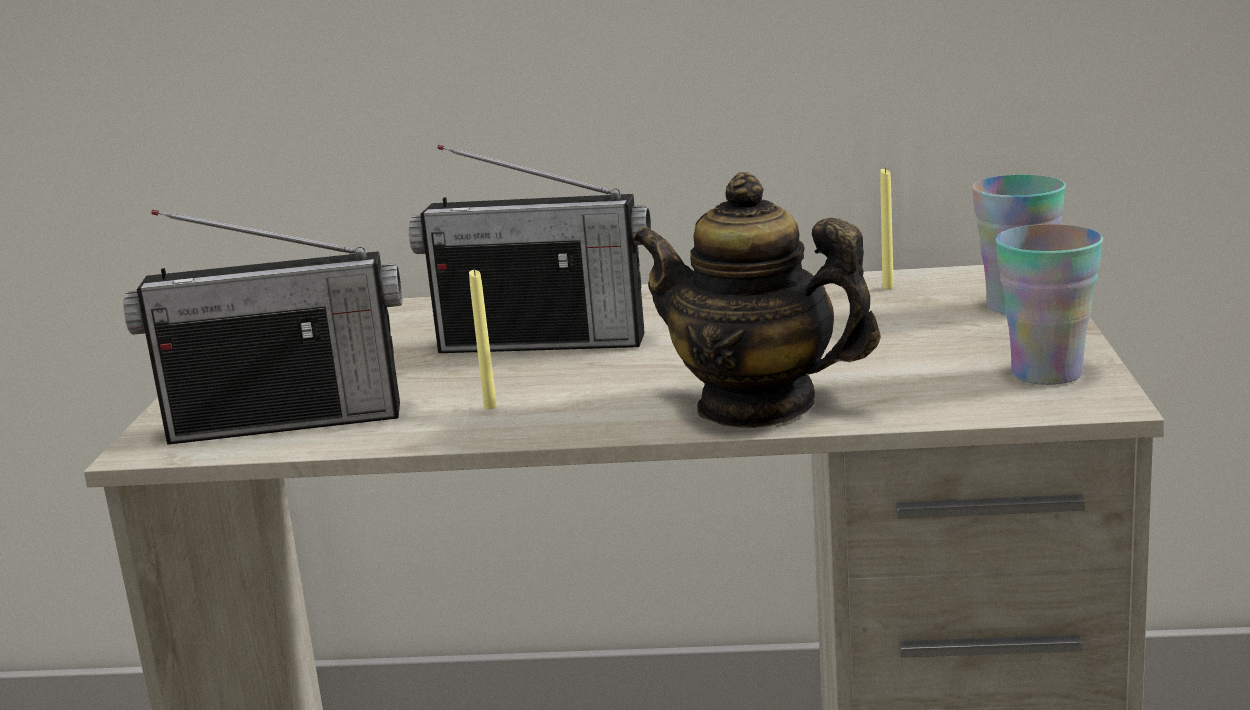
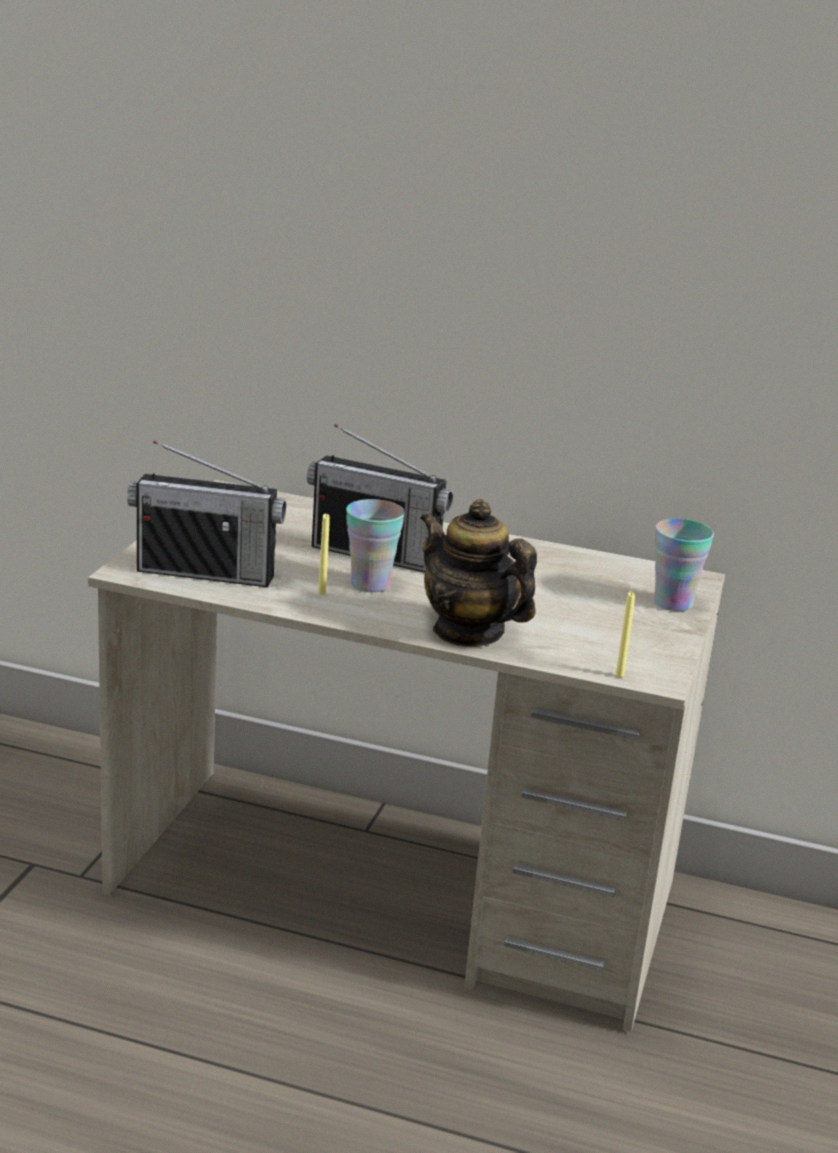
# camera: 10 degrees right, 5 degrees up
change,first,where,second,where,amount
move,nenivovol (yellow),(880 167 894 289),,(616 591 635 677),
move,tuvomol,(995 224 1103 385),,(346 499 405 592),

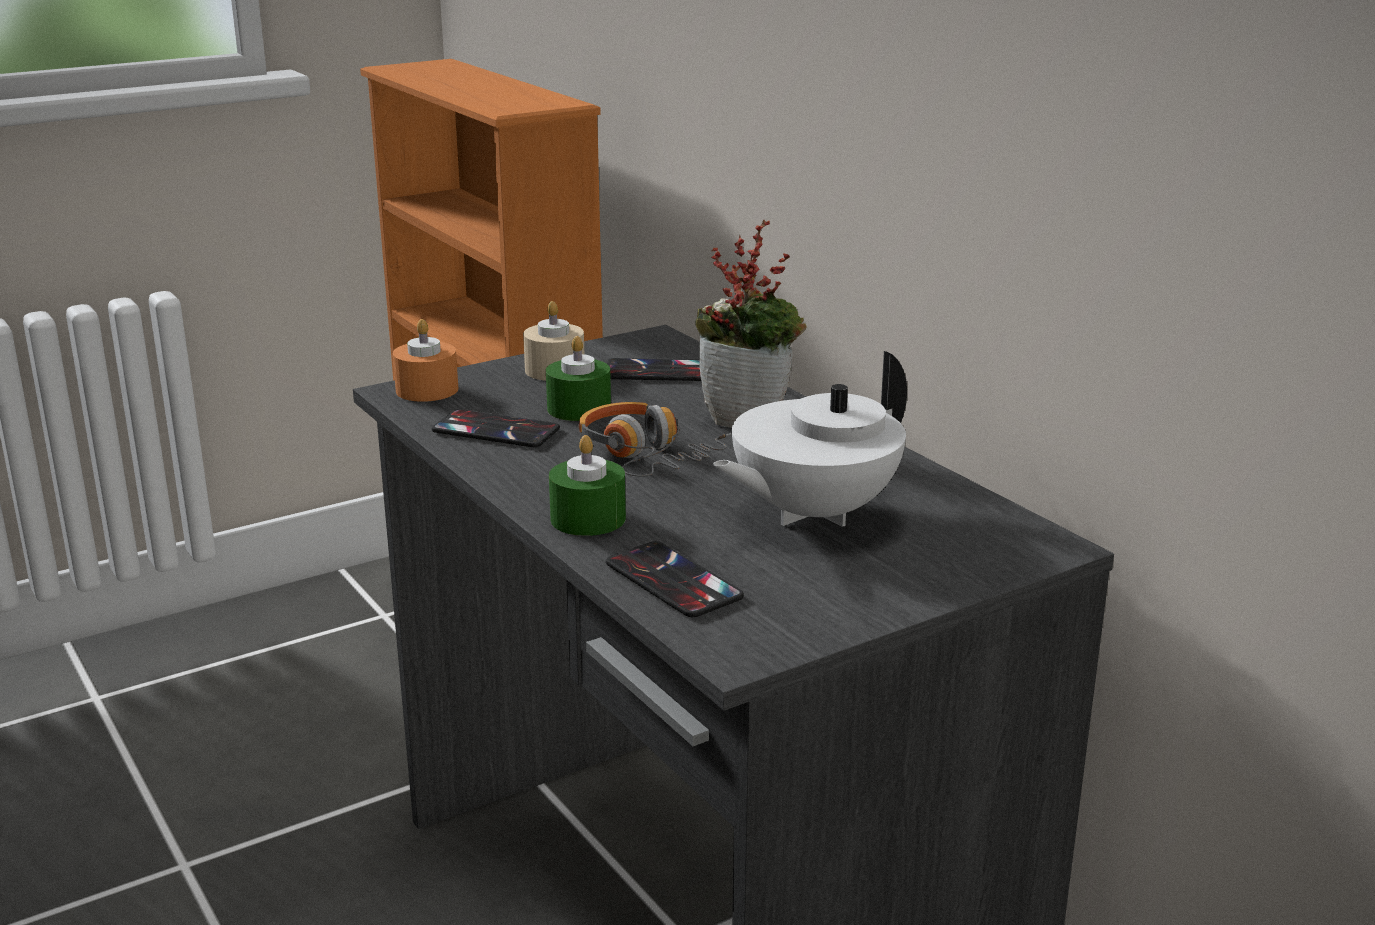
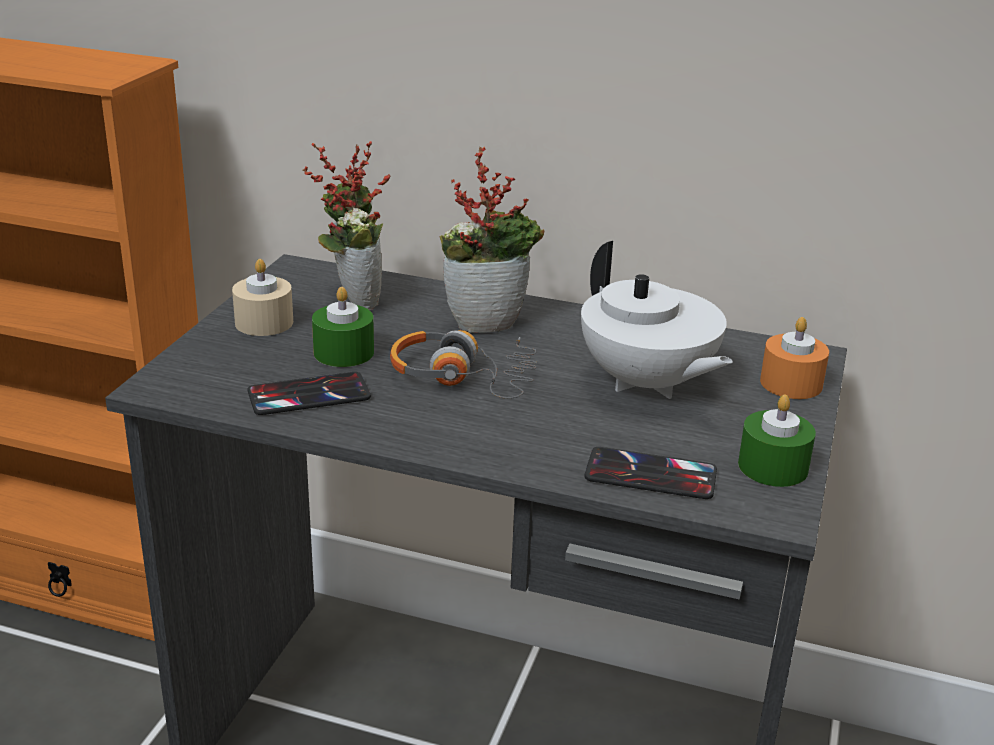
# camera: 40 degrees left, 5 degrees up
change,first,where,second,where,amount
move,nenivovol (orange),(393 319 458 402),,(760 317 829 399),
move,nenivovol (green),(549 435 626 536),,(738 394 816 487),
replace,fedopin,(607 358 701 381),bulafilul,(303 141 391 310),
rotate,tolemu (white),(713 351 907 527),,(581 241 733 399),45 degrees counterclockwise

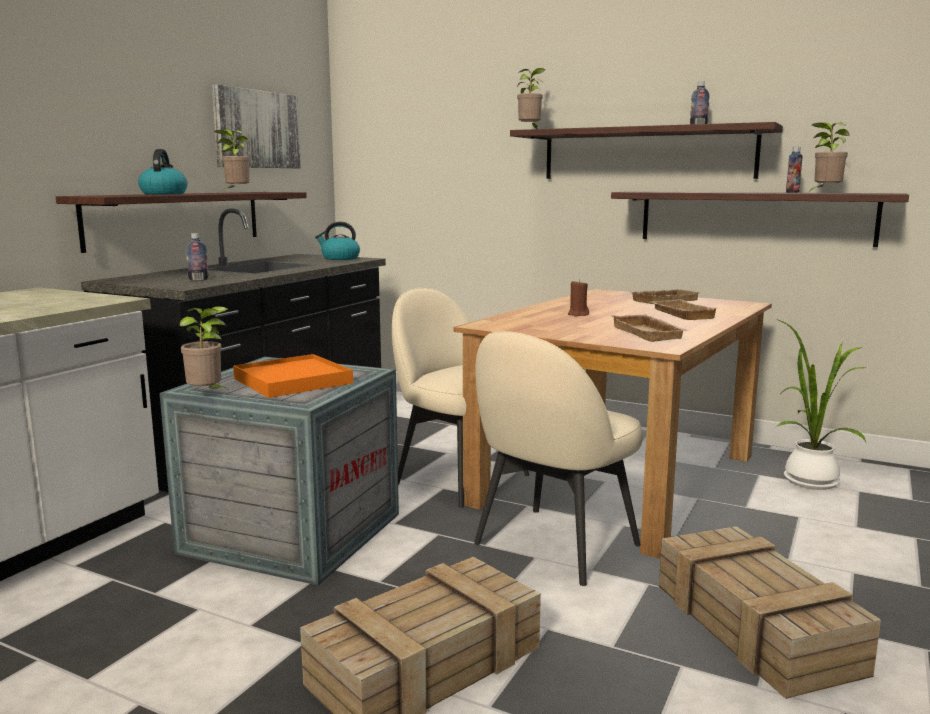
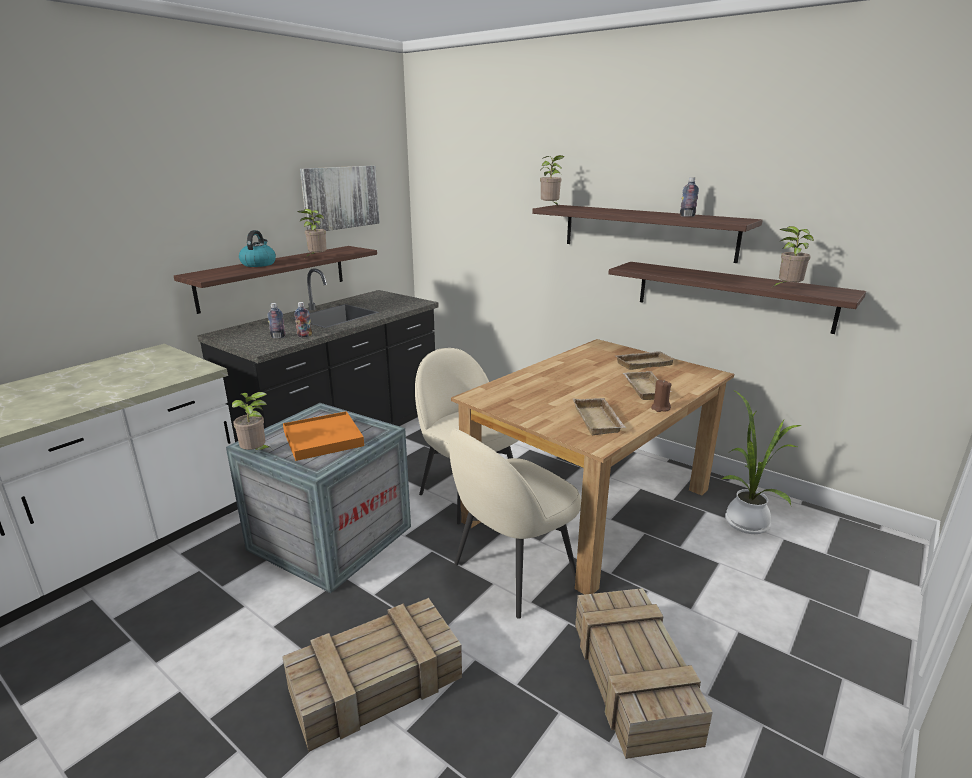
# camera: 10 degrees right, 10 degrees up
change,first,where,second,where,amount
delete,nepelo,(315 222 360 260),,,
move,nenivovol (brown),(568 279 589 316),,(651 380 671 412),
move,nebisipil,(786 147 803 193),,(294 302 312 337),

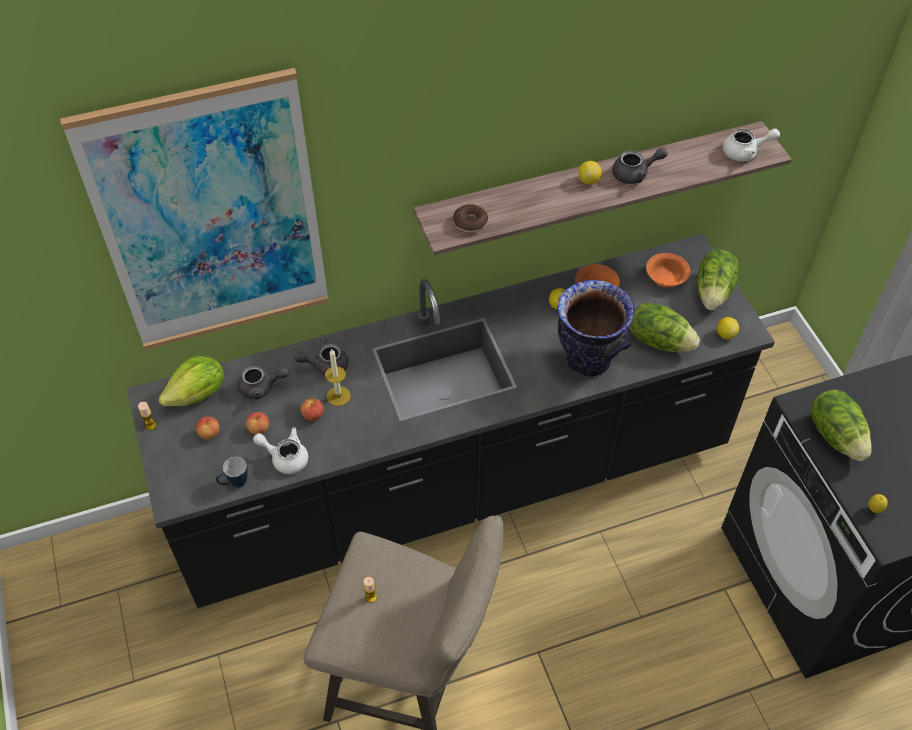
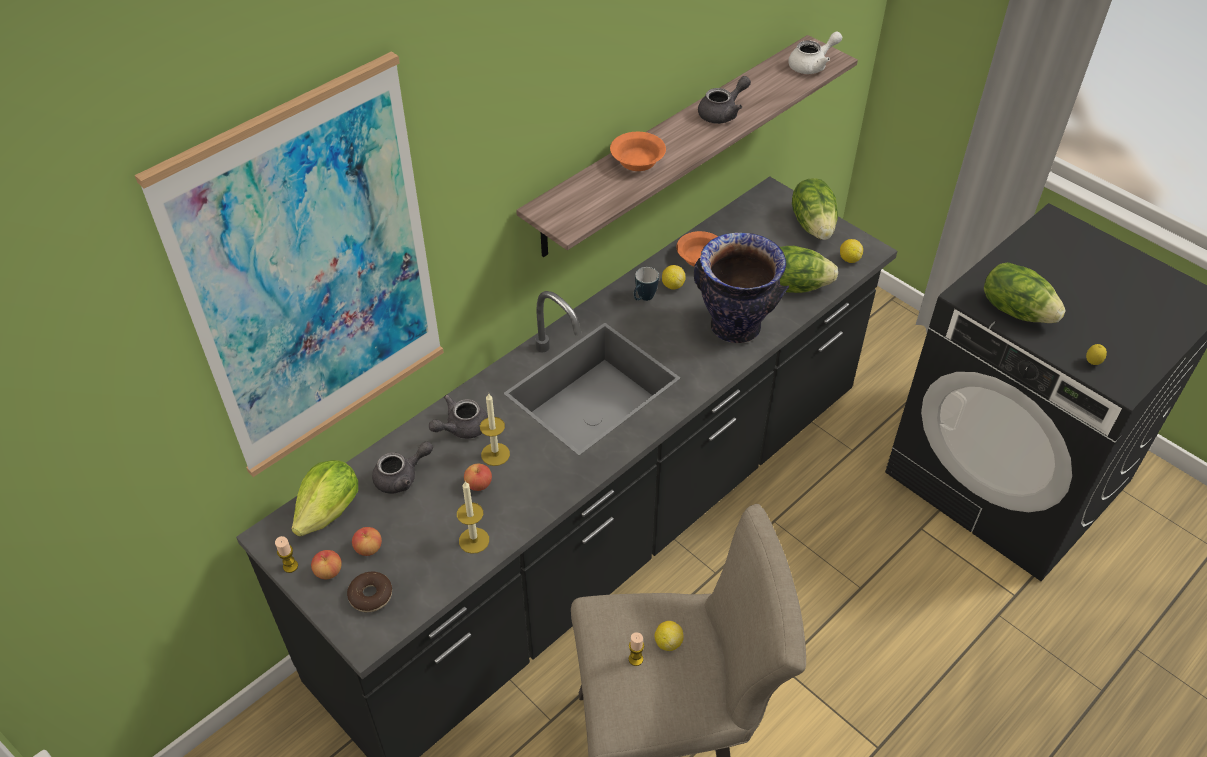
# camera: 25 degrees left, 5 degrees down
change,first,where,second,where,amount
move,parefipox,(216 457 248 487),,(634 267 659 301),
move,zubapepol,(246 412 269 434),,(311 550 342 579),
move,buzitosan,(453 204 488 233),,(347 572 392 612),
move,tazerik,(578 161 602 185),,(654 621 684 651),
move,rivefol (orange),(646 253 690 287),,(610 132 666 171),
replace,tolemu (white),(253 427 308 474),nenivovol,(457 481 489 554),

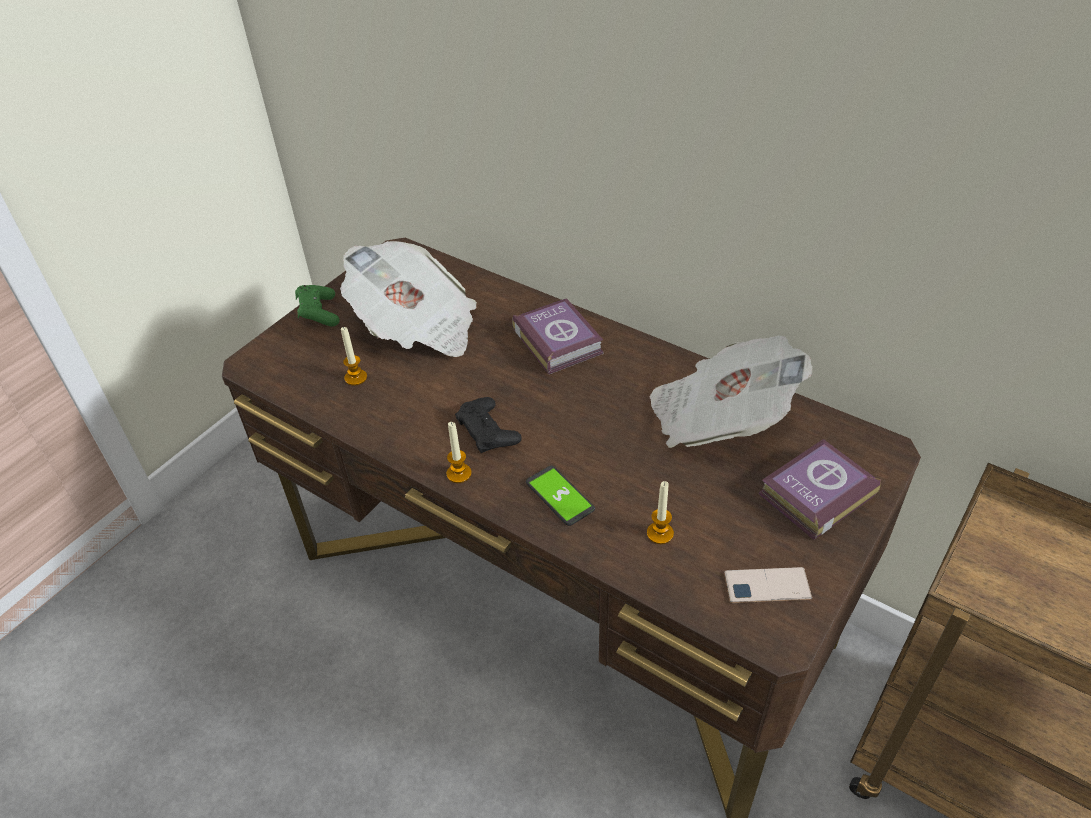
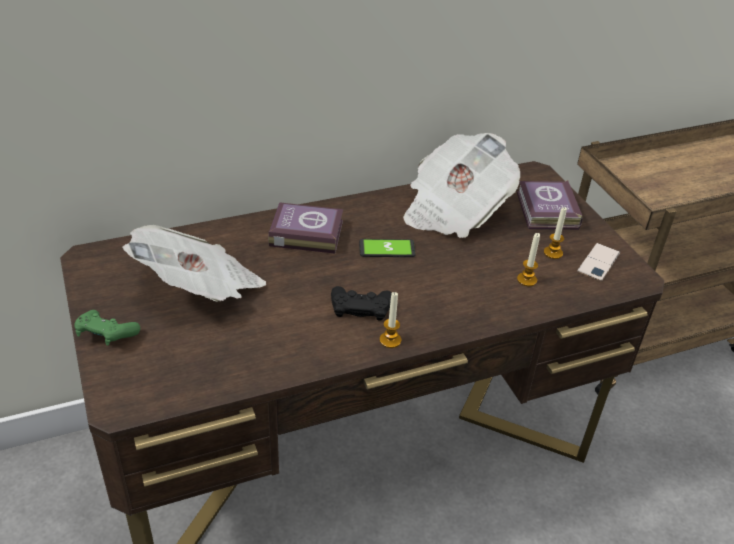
# camera: 60 degrees left, 5 degrees down
change,first,where,second,where,amount
move,nenivovol,(341 327 367 386),,(544 207 567 259),
move,fedopin,(526 466 595 526),,(359 239 416 257),

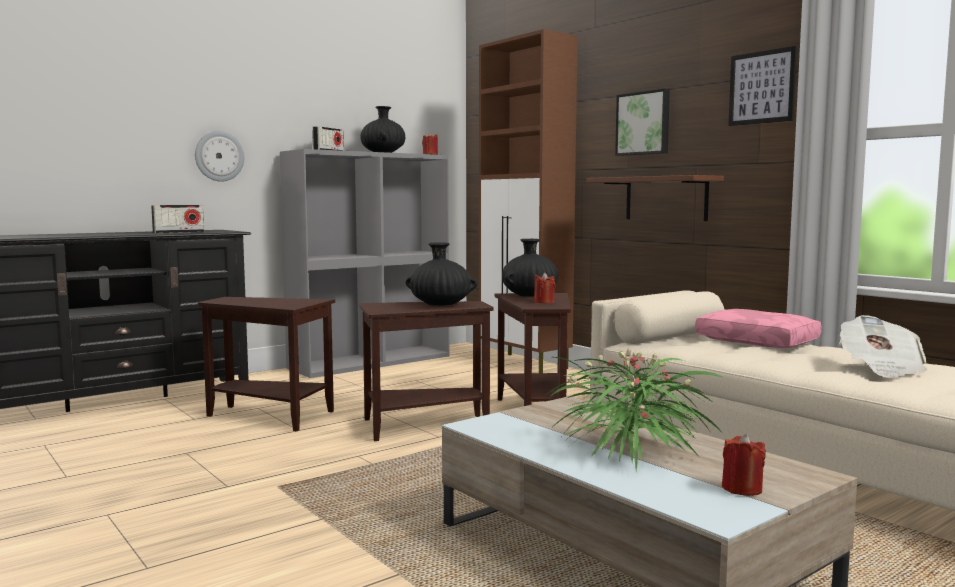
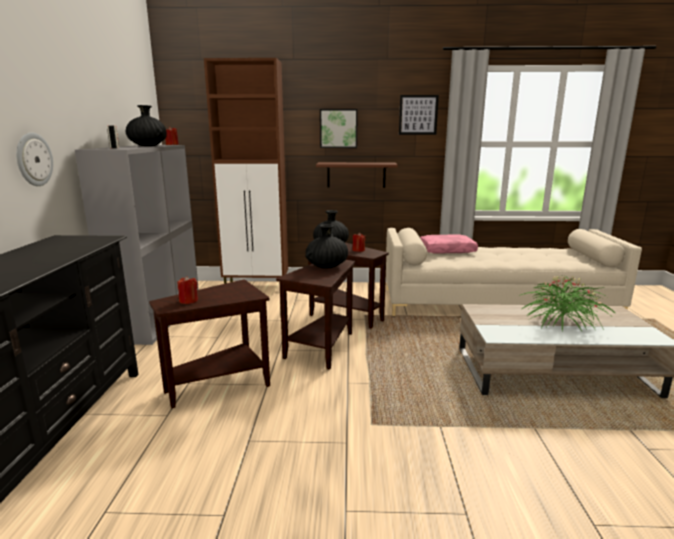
# camera: 50 degrees left, 10 degrees up
change,first,where,second,where,amount
delete,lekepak,(151 205 204 234),,,
delete,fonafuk,(839 315 927 378),,,
move,nenivovol (red),(722 434 766 496),,(177 276 198 304),

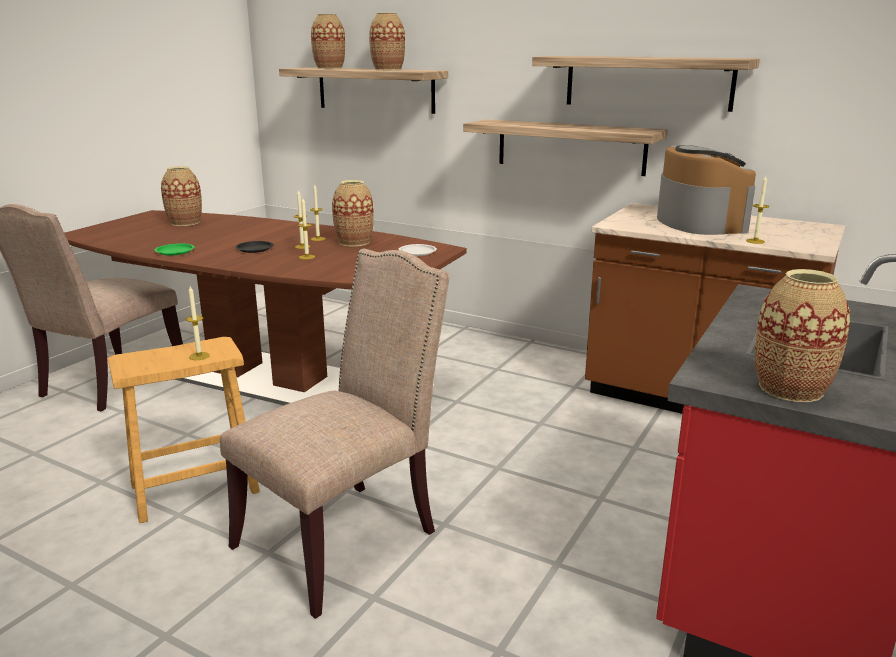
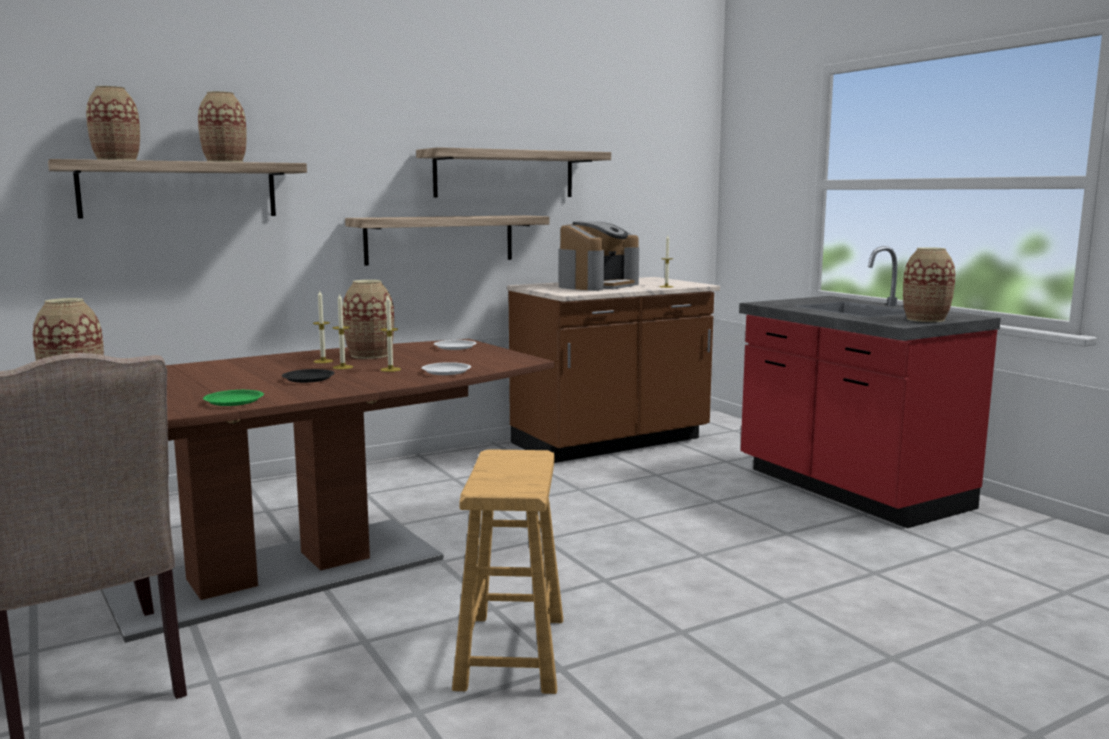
# camera: 60 degrees left, 10 degrees down
change,first,where,second,where,amount
delete,nenivovol,(185 286 210 360),,,
delete,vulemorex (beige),(220 249 449 619),,,
insert,,,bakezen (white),(422 362 471 375),
rotate,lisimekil,(657 145 756 235),,(559 221 639 291),105 degrees clockwise

